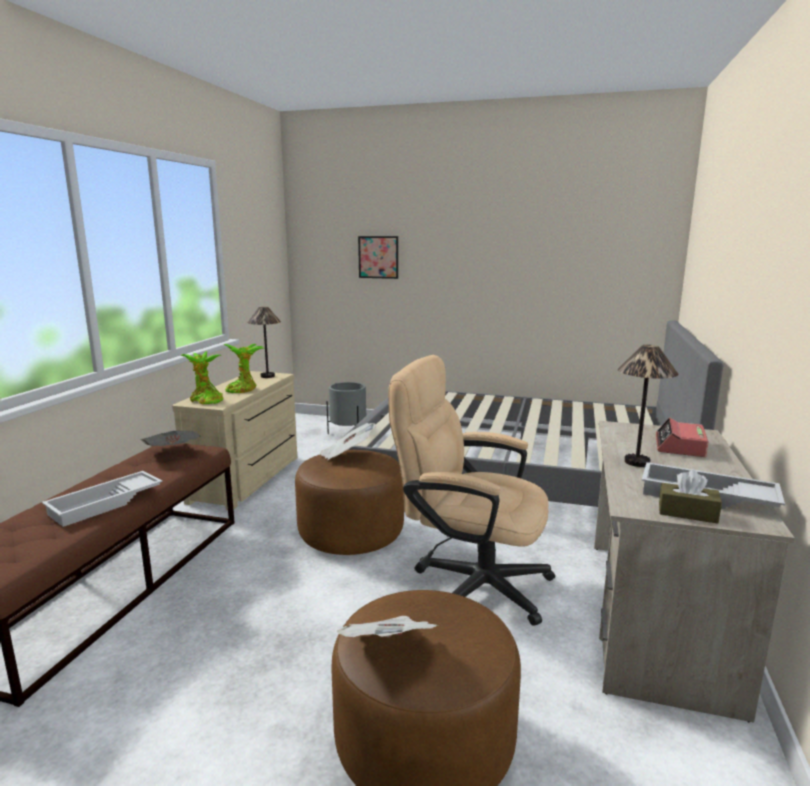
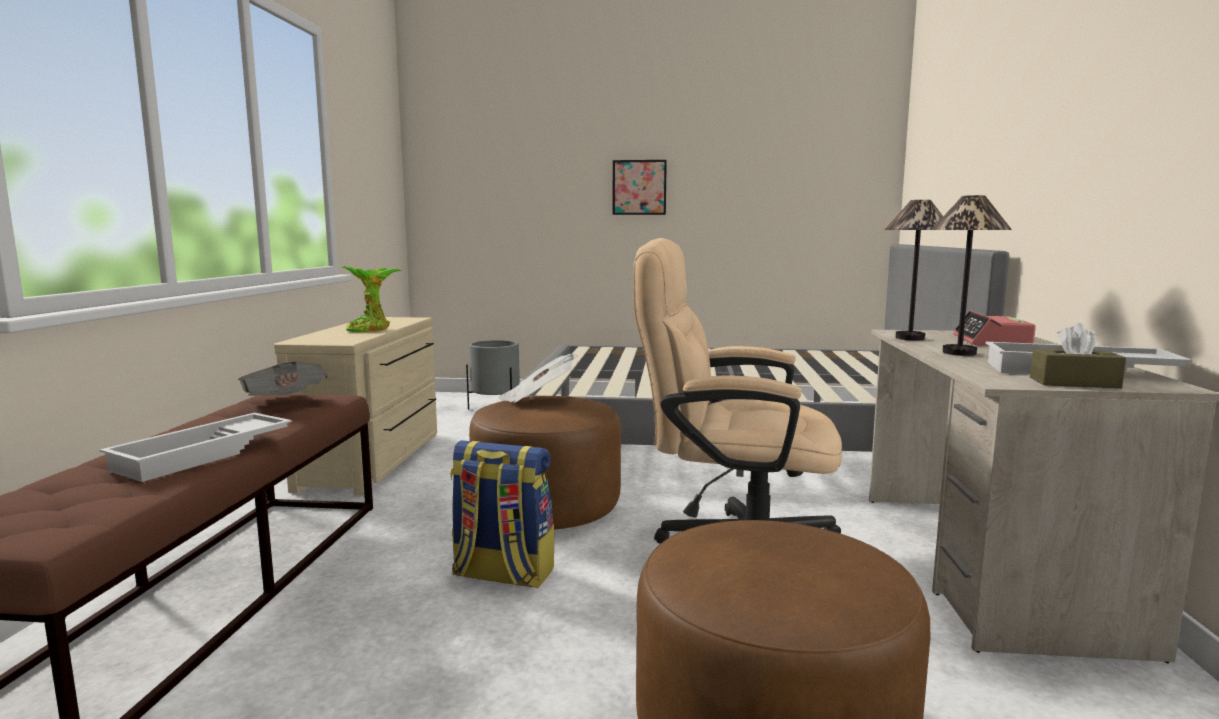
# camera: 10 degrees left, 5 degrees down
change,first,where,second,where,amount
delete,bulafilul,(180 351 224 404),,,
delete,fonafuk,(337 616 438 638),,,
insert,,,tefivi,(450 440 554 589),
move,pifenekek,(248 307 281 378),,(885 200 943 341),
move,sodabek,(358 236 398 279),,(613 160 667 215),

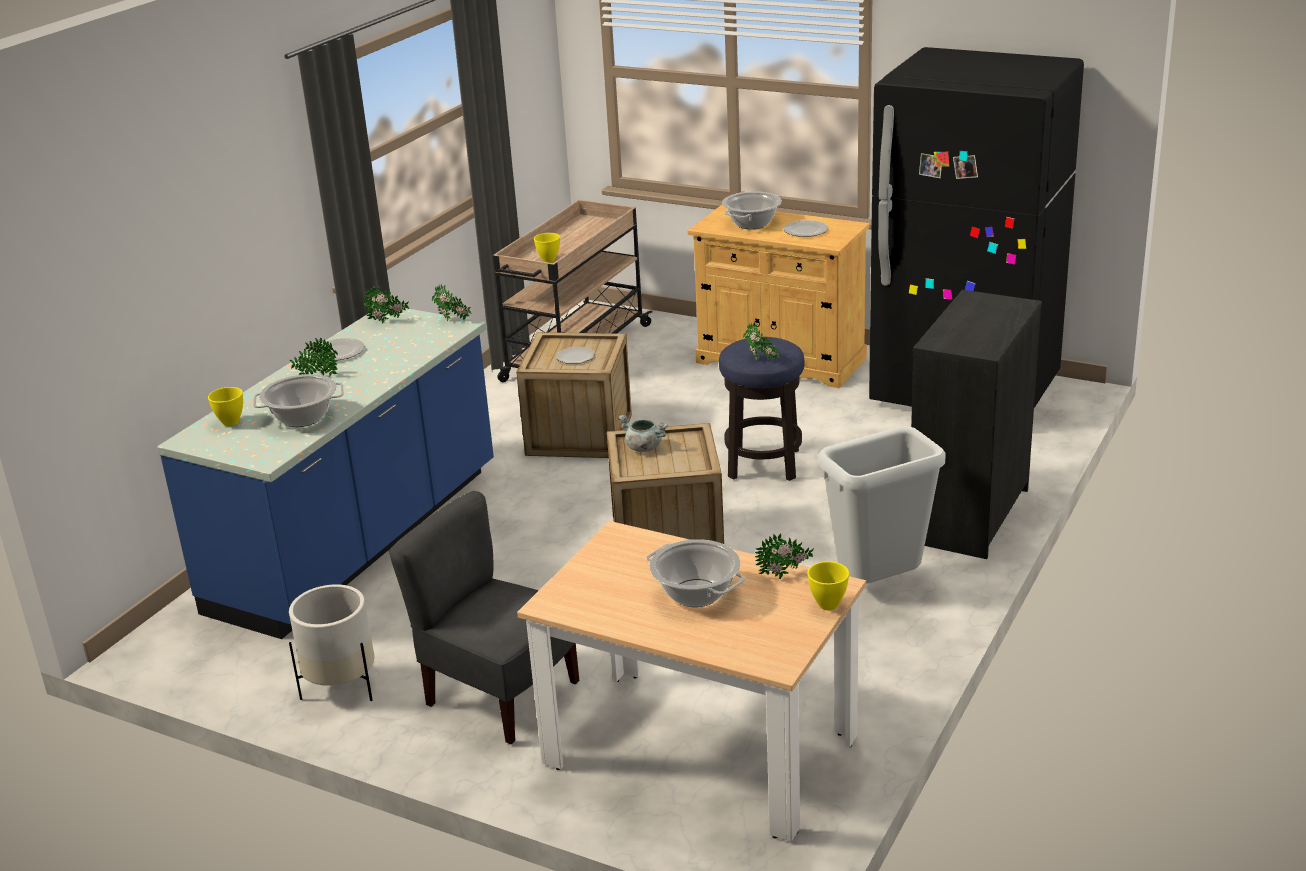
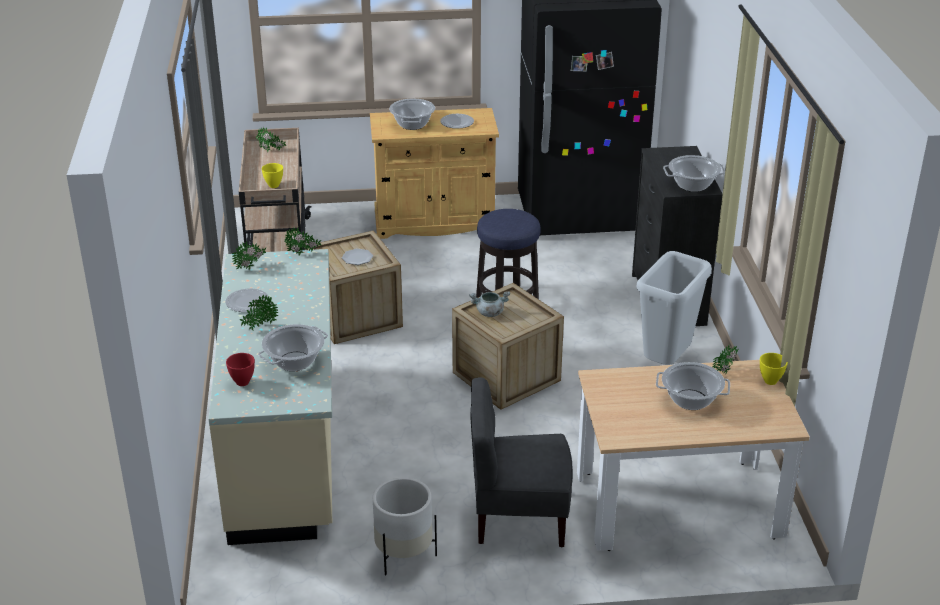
# camera: 35 degrees left, 5 degrees up
change,first,where,second,where,amount
insert,,,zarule,(663 155 725 192),
move,bulafilul,(743 322 780 361),,(256 127 286 152),
recolor,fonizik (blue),(157 305 494 639),fonizik (beige),(208 249 332 545),
recolor,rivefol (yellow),(208 387 243 426),rivefol (red),(226 353 255 386),

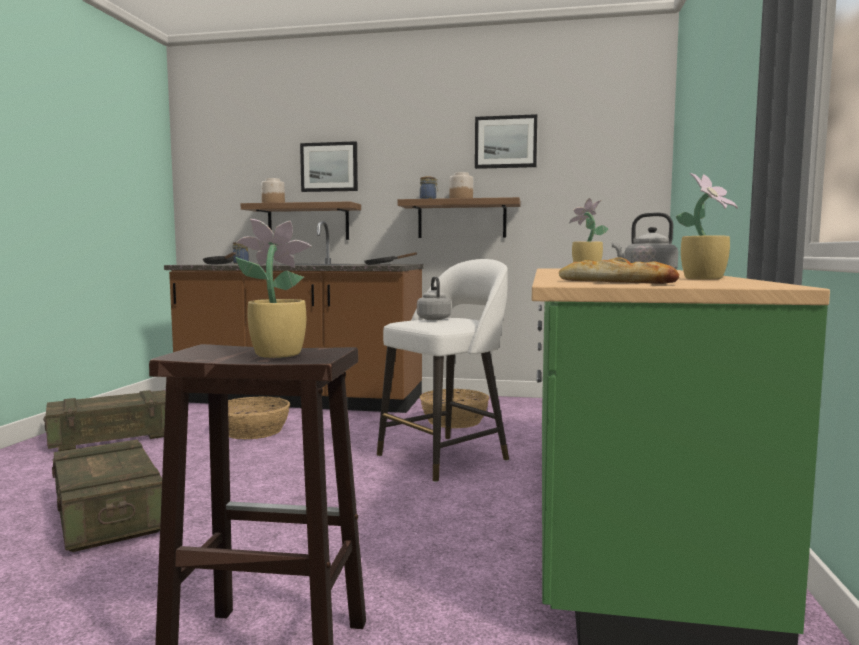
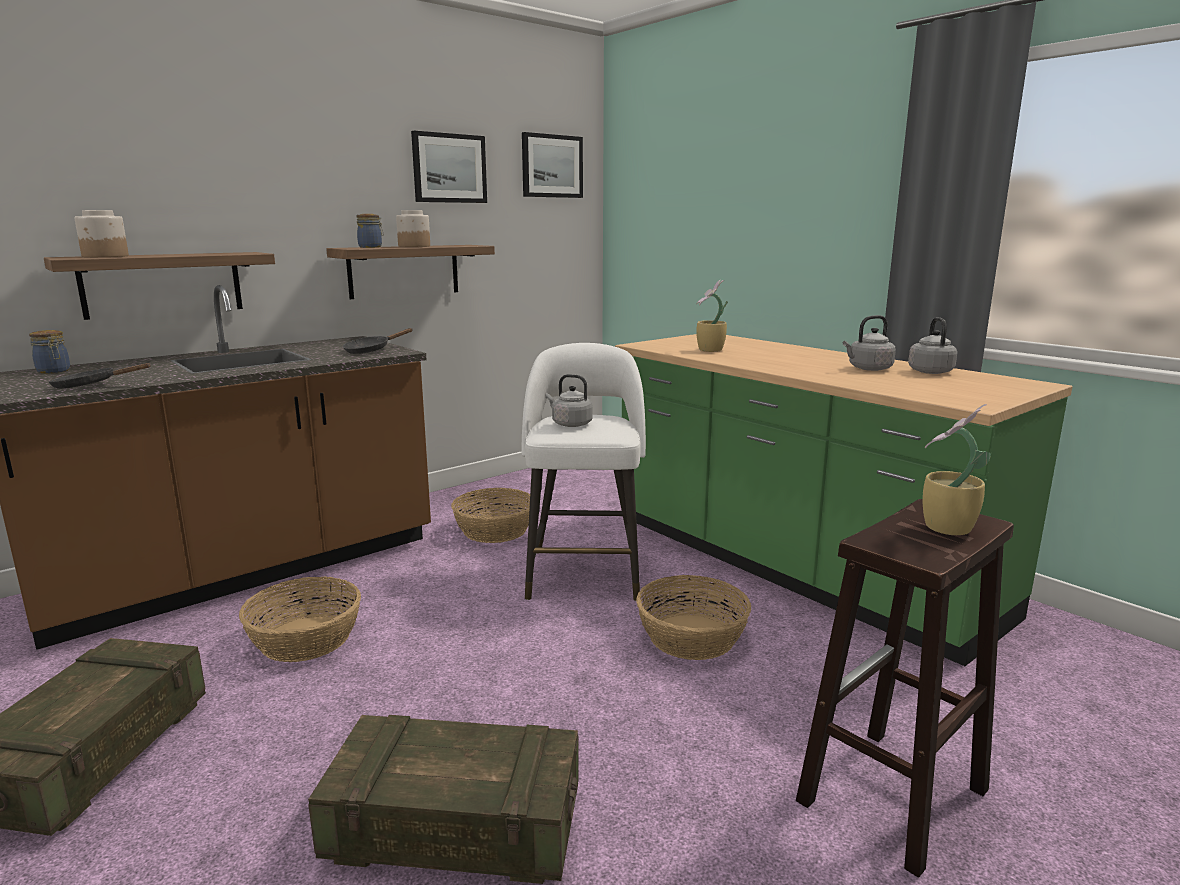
# camera: 50 degrees left, 10 degrees up
change,first,where,second,where,amount
delete,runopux,(559 257 679 284),,,
insert,,,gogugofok,(636 575 751 660),
move,sodabek,(300 141 358 192),,(522 132 583 198),
replace,bulafilul,(676 173 738 280),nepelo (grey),(908 317 957 374),

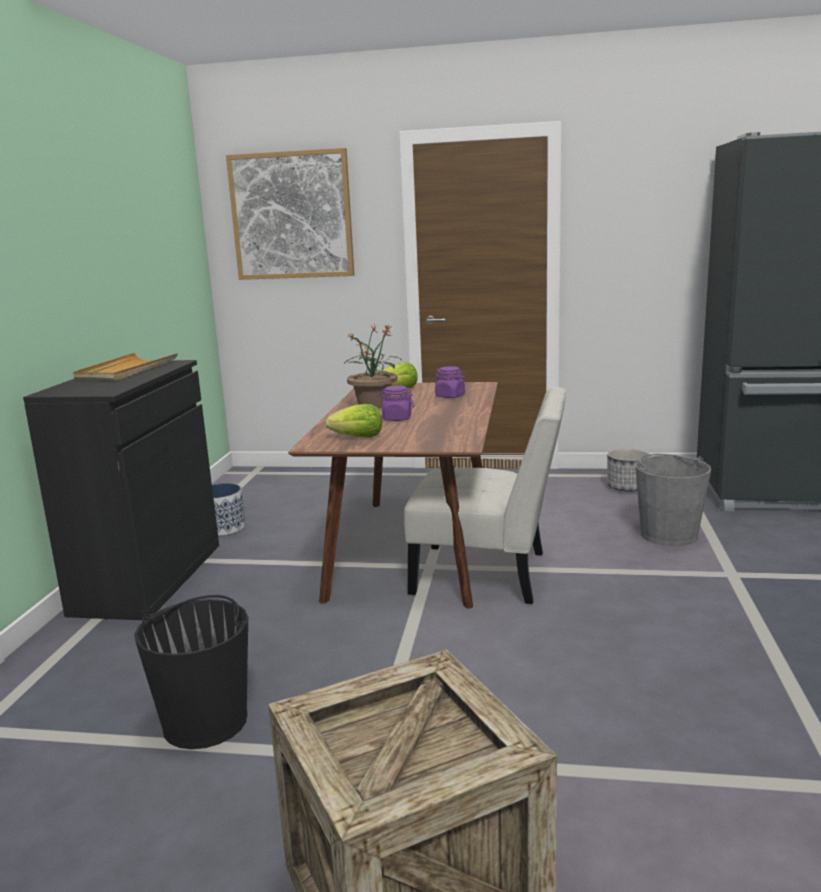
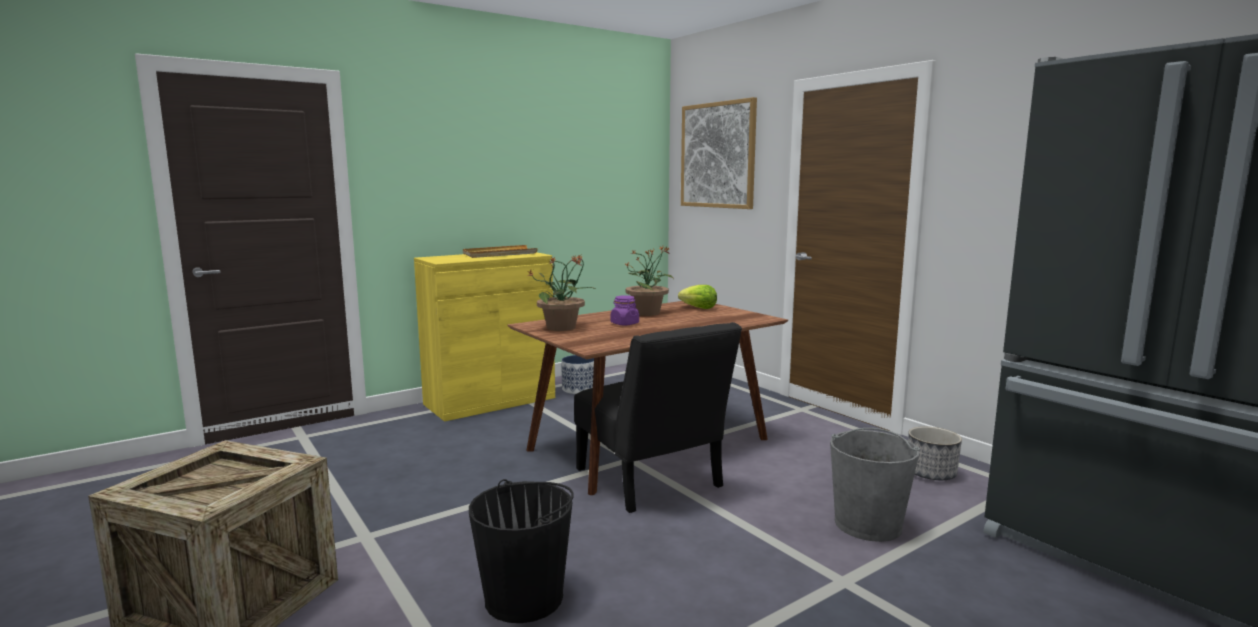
# camera: 45 degrees right, 5 degrees down
change,first,where,second,where,amount
delete,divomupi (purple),(435 366 465 398),,,
move,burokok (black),(134 595 248 749),,(469 479 574 623),
replace,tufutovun,(326 404 382 438),bulafilul,(527 255 595 331),
recolor,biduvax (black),(23 360 219 620),biduvax (yellow),(414 252 555 422),
recolor,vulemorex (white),(404 387 566 604),vulemorex (black),(574 322 742 513),

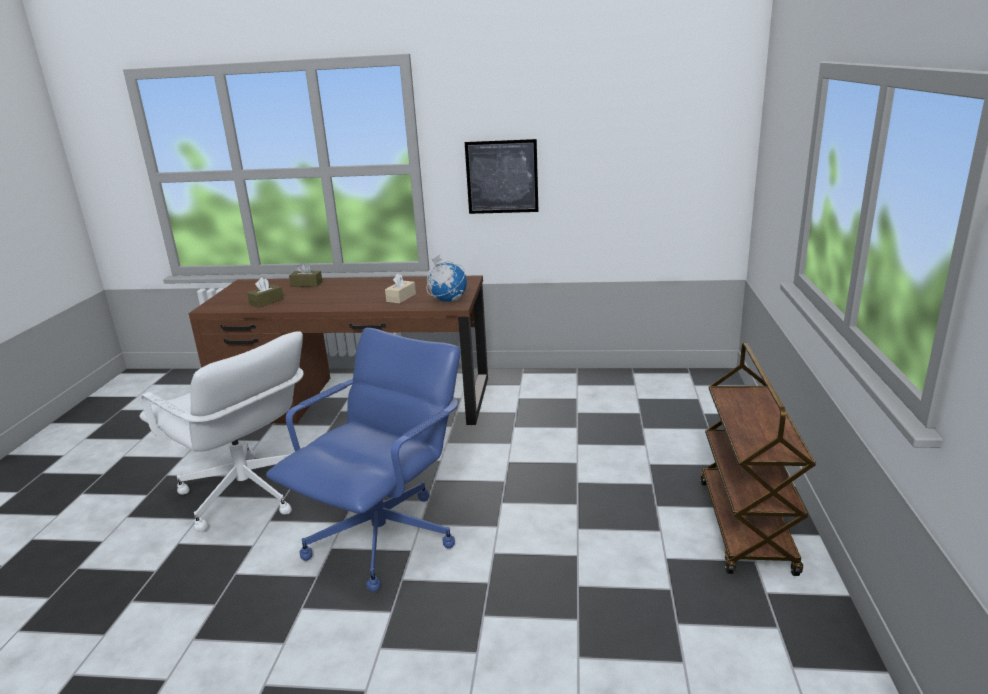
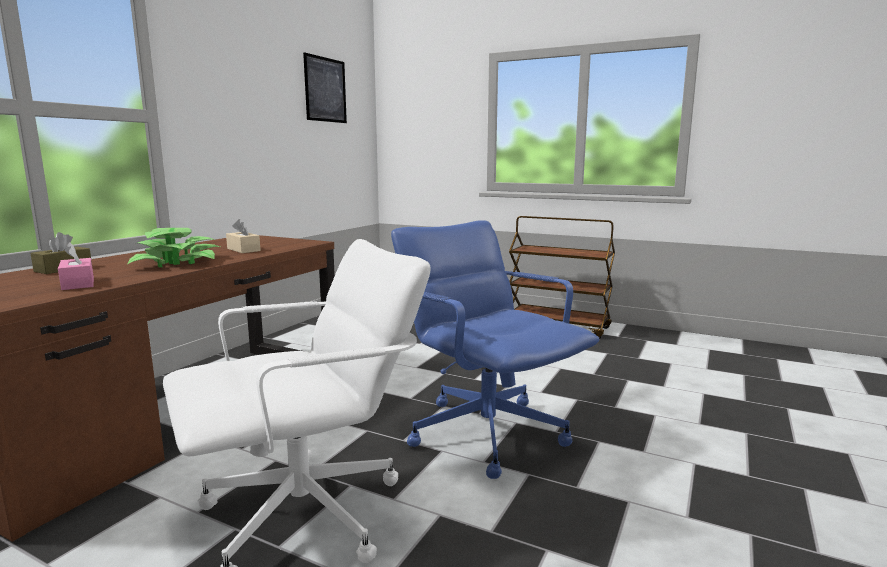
# camera: 70 degrees left, 10 degrees down
change,first,where,second,where,amount
delete,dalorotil,(427 255 467 302),,,
insert,,,bulafilul,(127 228 220 267),
move,sodabek,(465 139 538 214),,(303 52 347 123),
recolor,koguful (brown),(247 277 284 308),koguful (pink),(58 242 94 290),

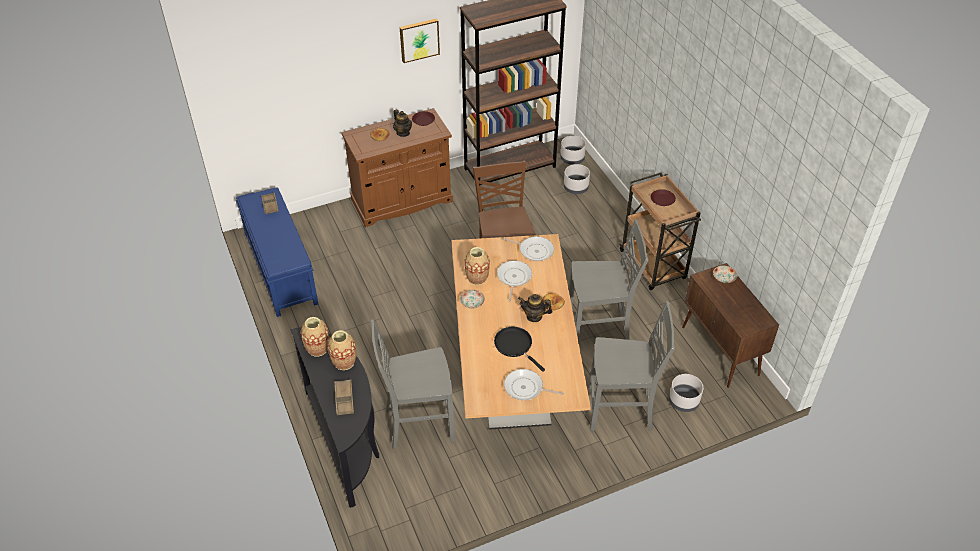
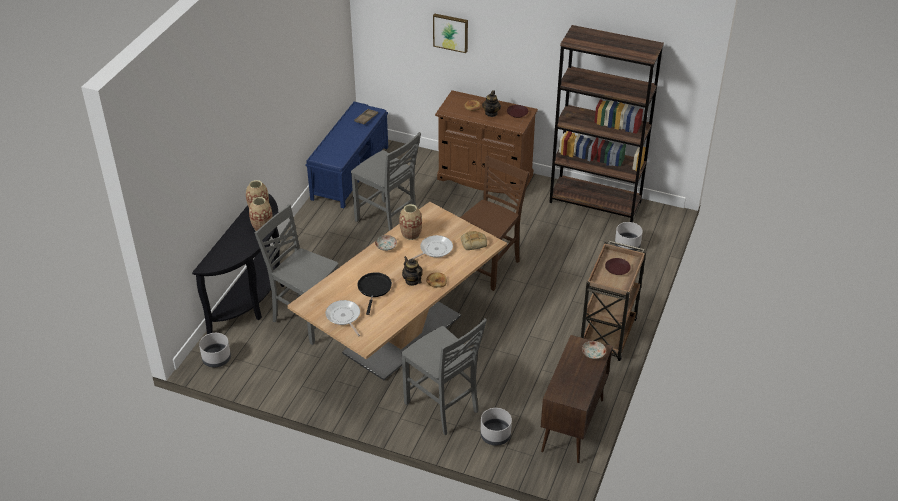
# camera: 45 degrees right, 5 degrees down
change,first,where,second,where,amount
delete,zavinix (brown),(334 379 354 415),,,
move,sodabek,(400 18 440 63),,(433 14 468 53),
move,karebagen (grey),(560 136 586 165),,(199 333 231 368),
move,vulemorex (grey),(569 220 649 342),,(351 132 421 231),
replace,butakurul,(504 237 554 261),runopux,(461 231 487 250),

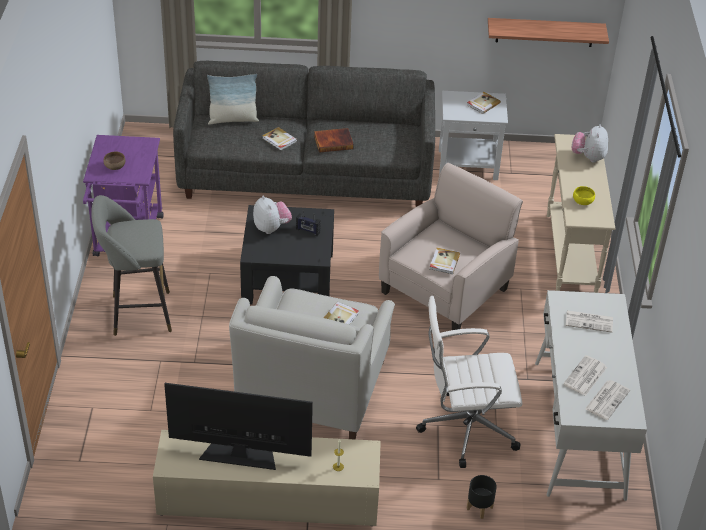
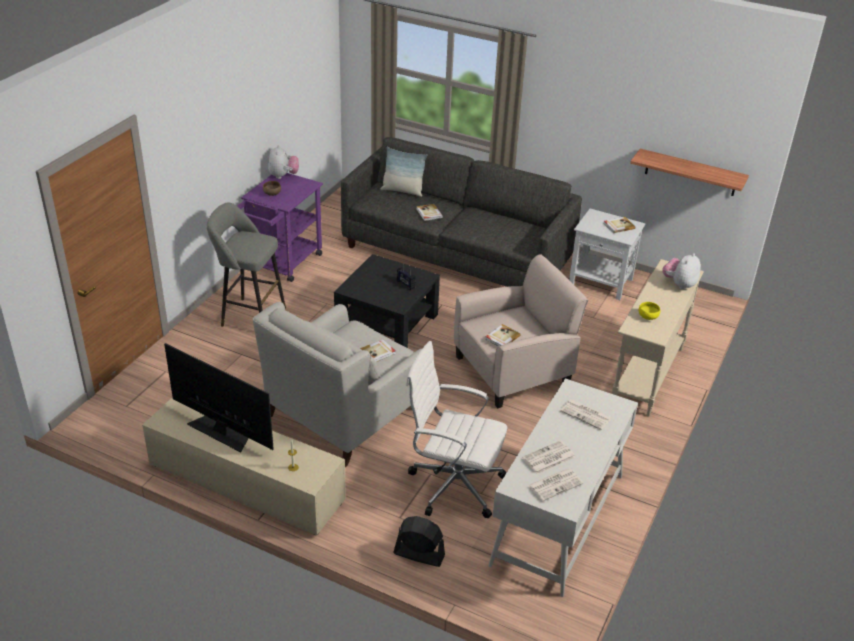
# camera: 25 degrees right, 5 degrees down
change,first,where,second,where,amount
delete,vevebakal,(314 128 354 153),,,
move,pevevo,(253 196 292 234),,(268 145 299 179),
replace,karebagen (black),(467 475 497 519),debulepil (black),(393 516 445 567),

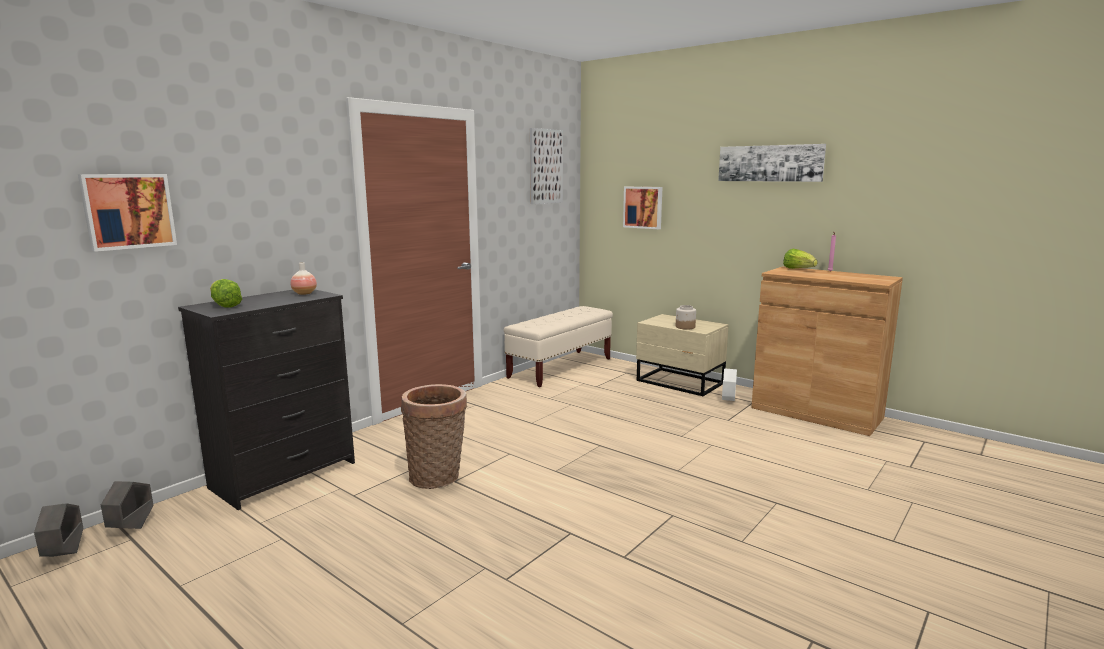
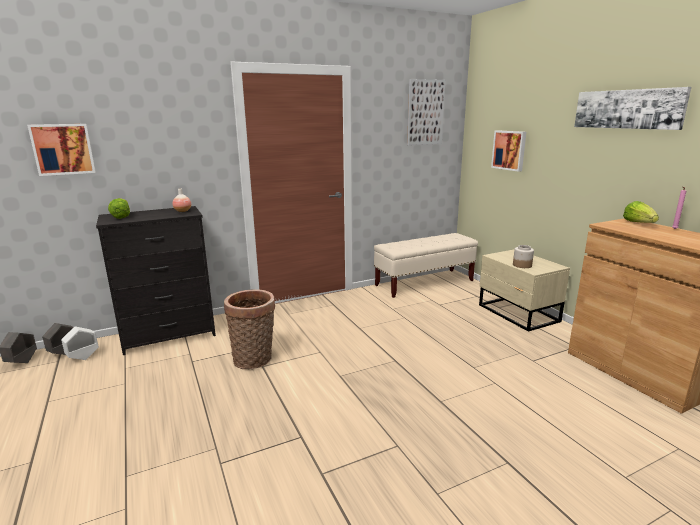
# camera: 25 degrees right, 5 degrees up
change,first,where,second,where,amount
move,karebagen (white),(722 368 737 401),,(61 326 99 360),

